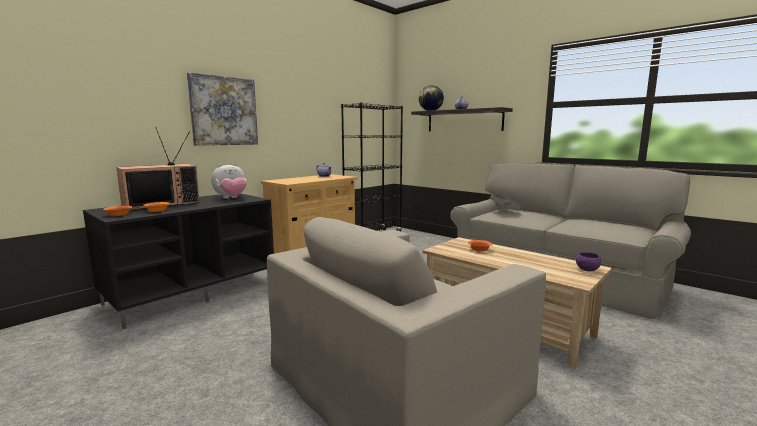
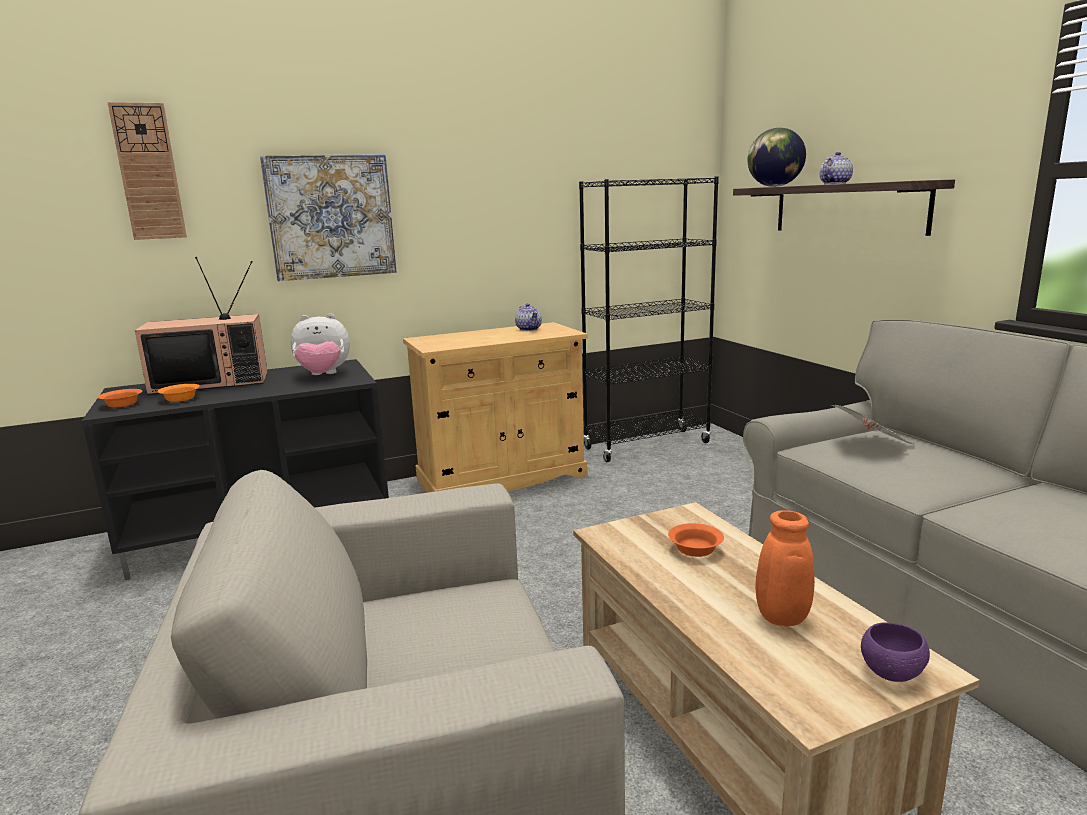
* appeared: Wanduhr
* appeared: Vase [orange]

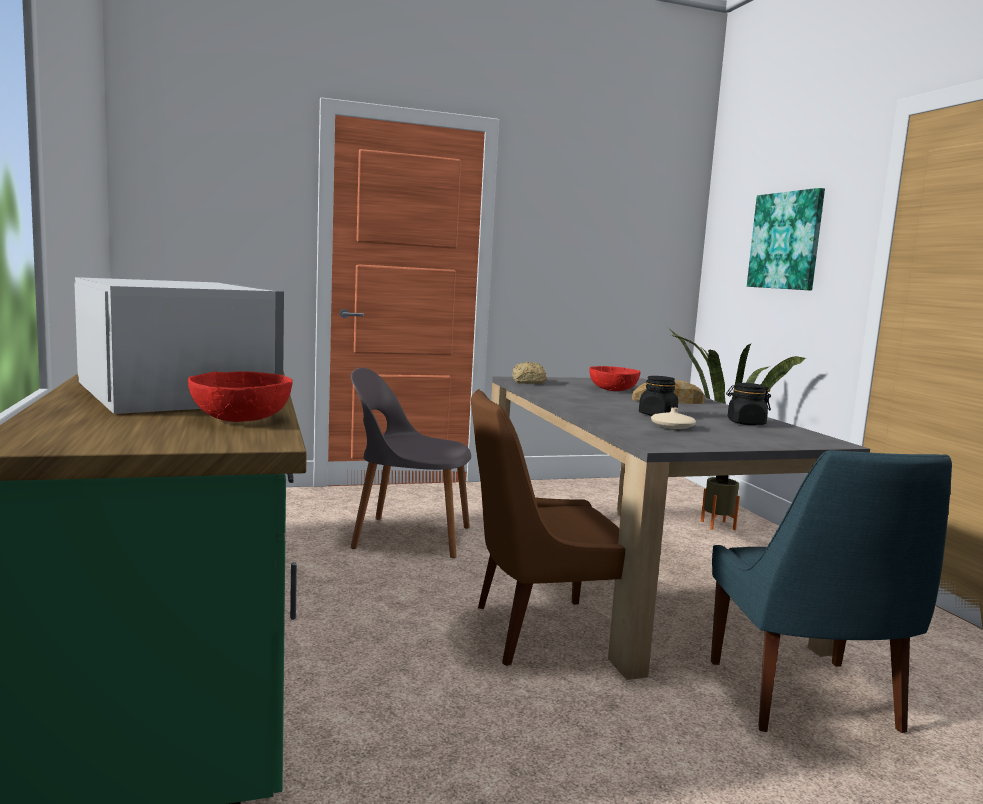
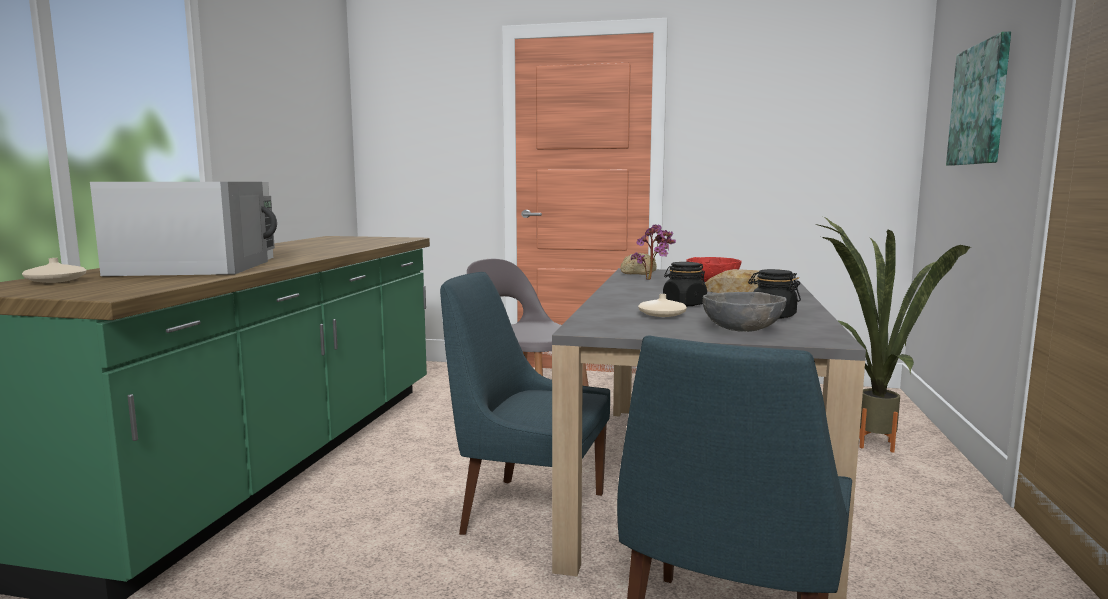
* missing: Schüssel [rot] (no. 1 from left)
* colour: Stuhl [braun] to Stuhl [blau] (no. 1 from left)
* appeared: Topfpflanze (no. 1 from left)
* appeared: Vase [beige] (no. 1 from left)
* appeared: Schüssel [grau]

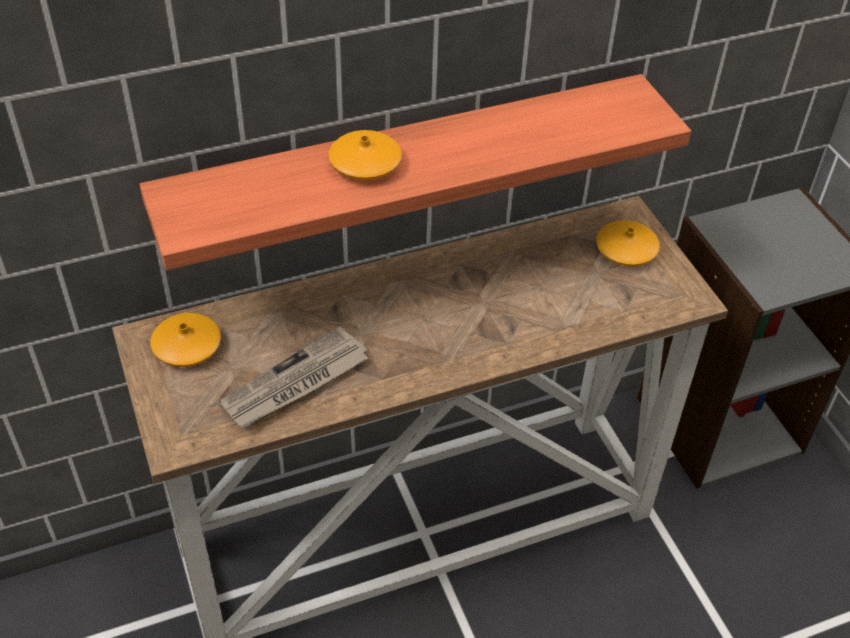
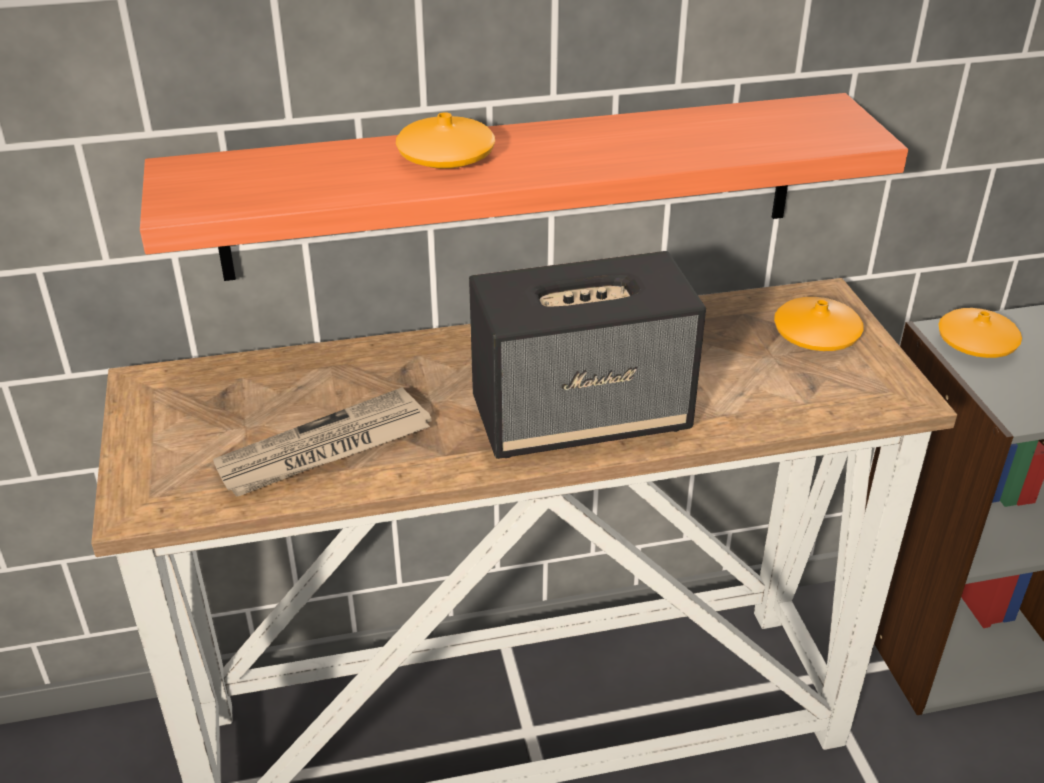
* relocated: Vase [orange] (no. 1 from left in the first image) to Vase [orange] (no. 3 from left)
* appeared: Lautsprecher

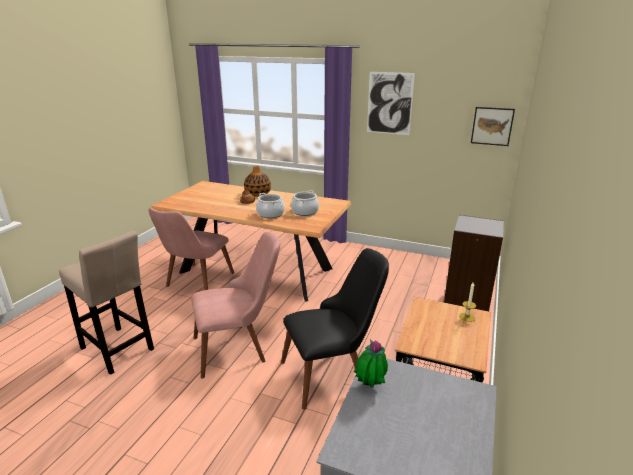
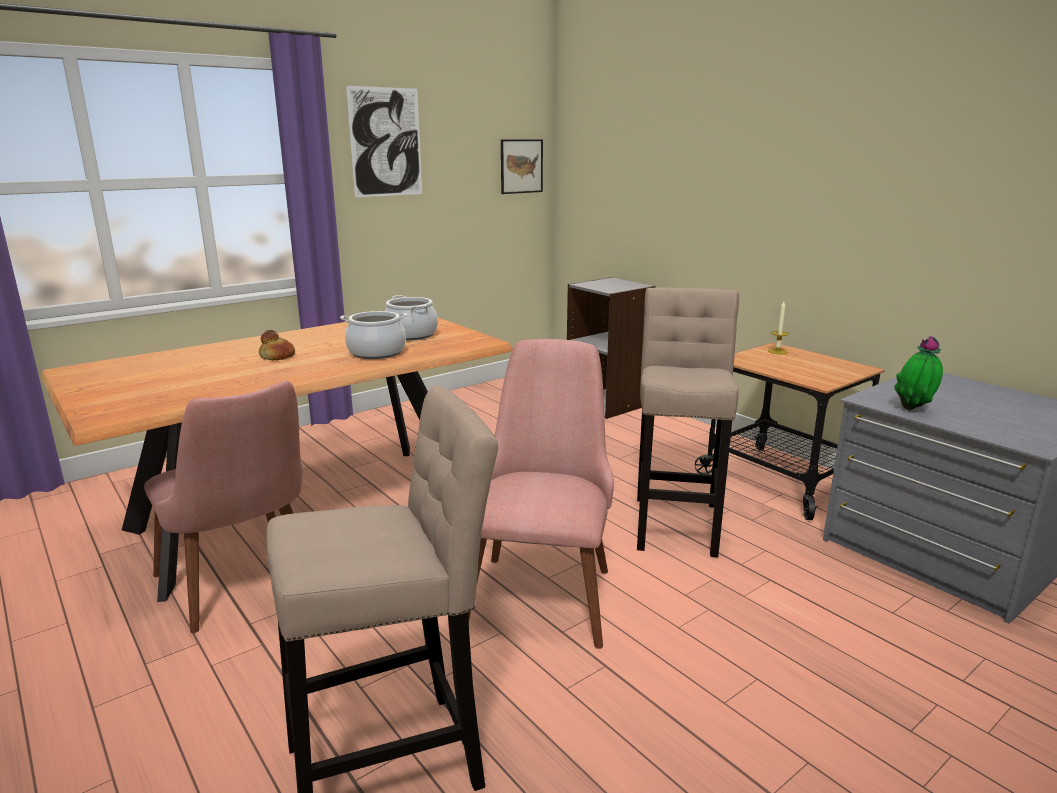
* missing: Vase
* exchanged: Stuhl [schwarz] to Hocker [beige] (no. 2 from left)

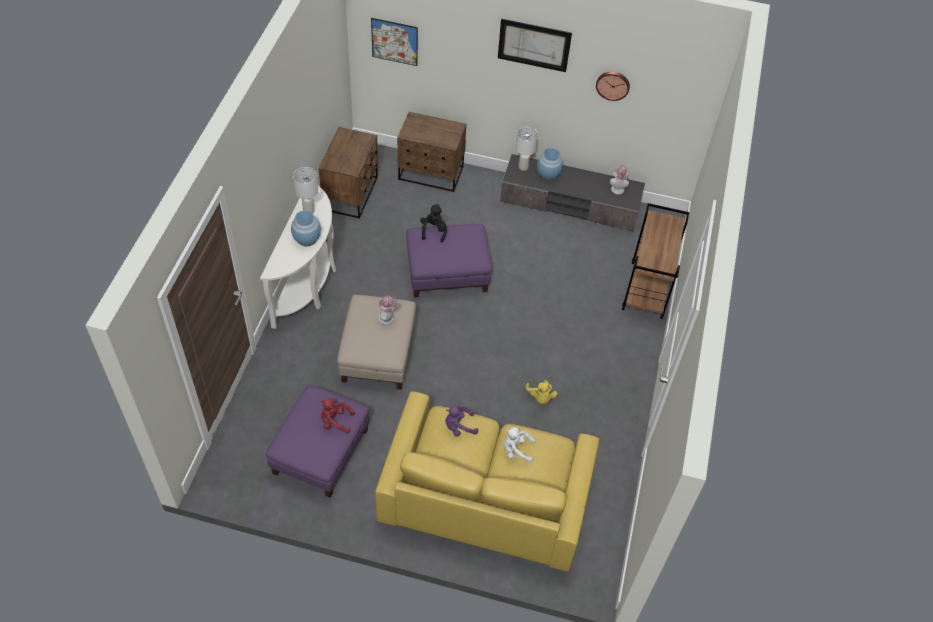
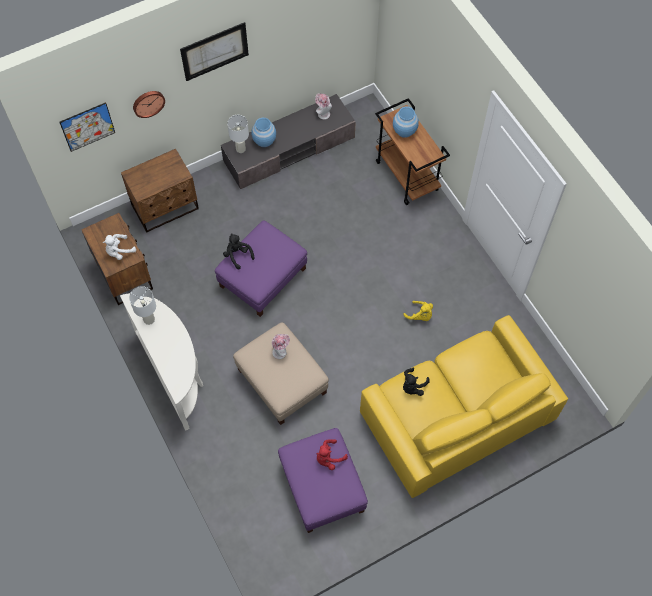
* relocated: Wanduhr
* relocated: Vase [blau] (no. 1 from left in the first image) to Vase [blau] (no. 2 from left)
* colour: Plüschtier [lila] to Plüschtier [schwarz] (no. 2 from left)
* relocated: Plüschtier [weiß]

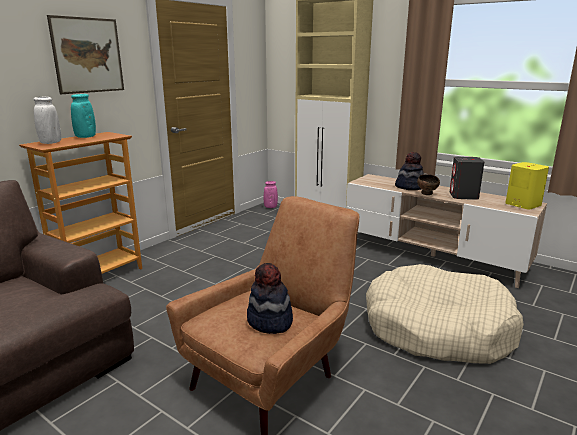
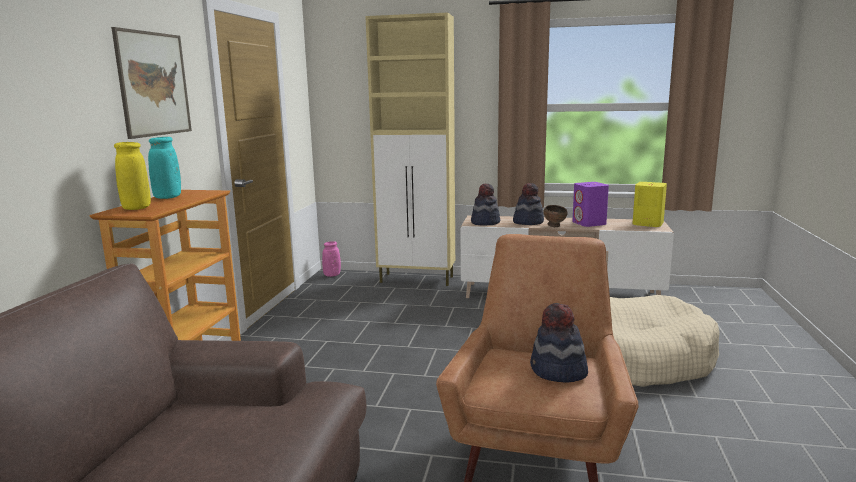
* colour: Vase [weiß] to Vase [gelb]
* colour: Lautsprecher [grau] to Lautsprecher [lila]
* appeared: Hut (no. 1 from left)

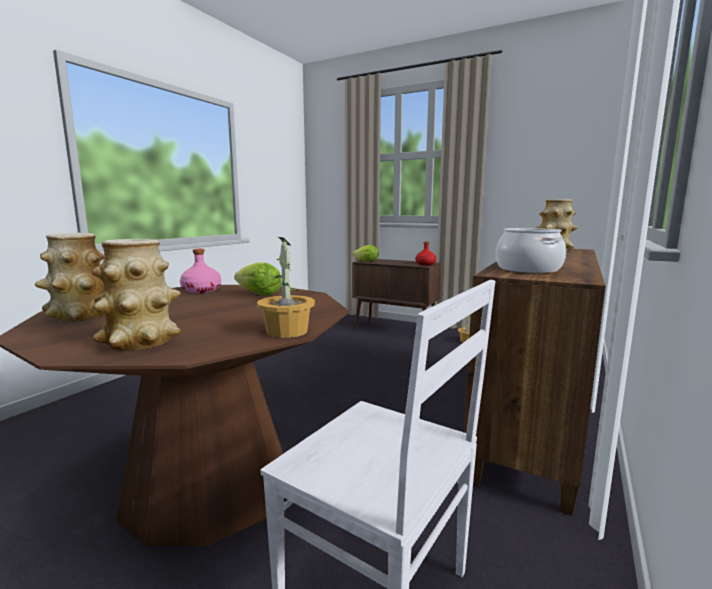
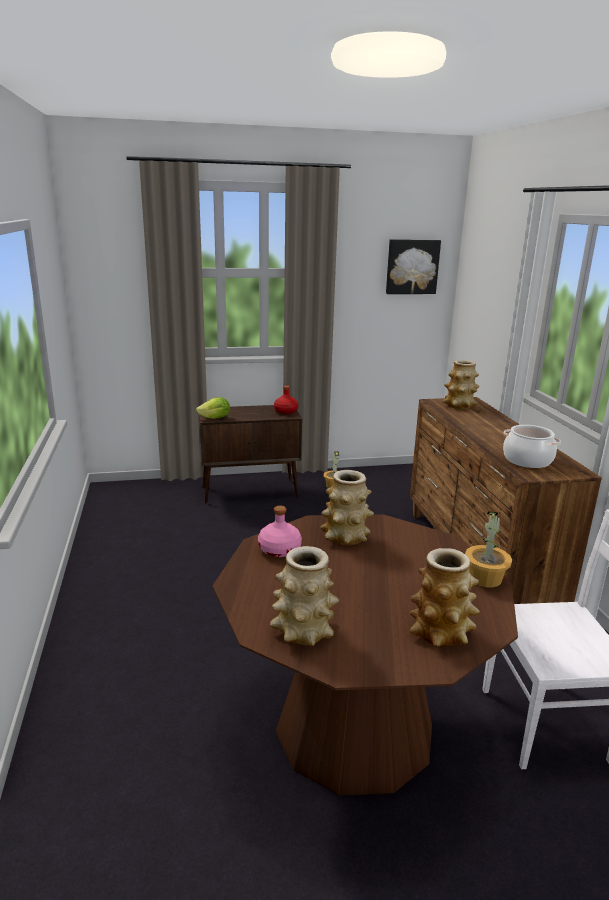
* exchanged: Salatkopf (no. 1 from left) to Vase (no. 2 from left)
* appeared: Bild

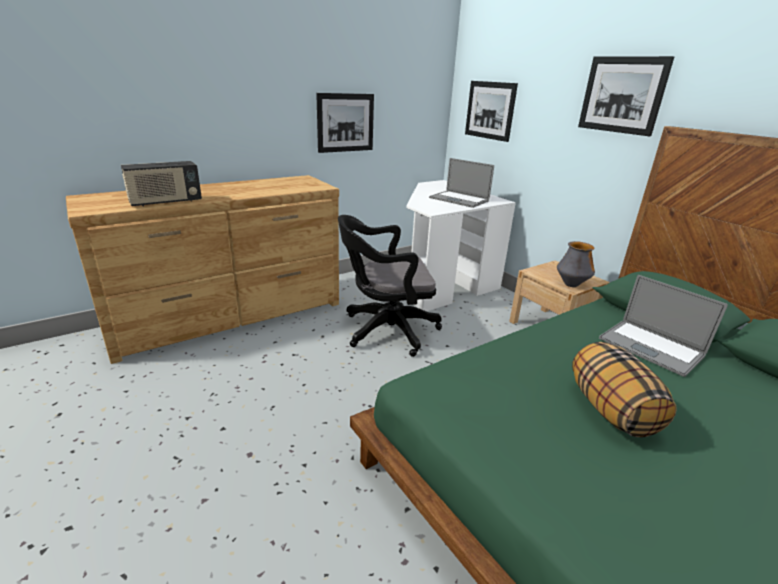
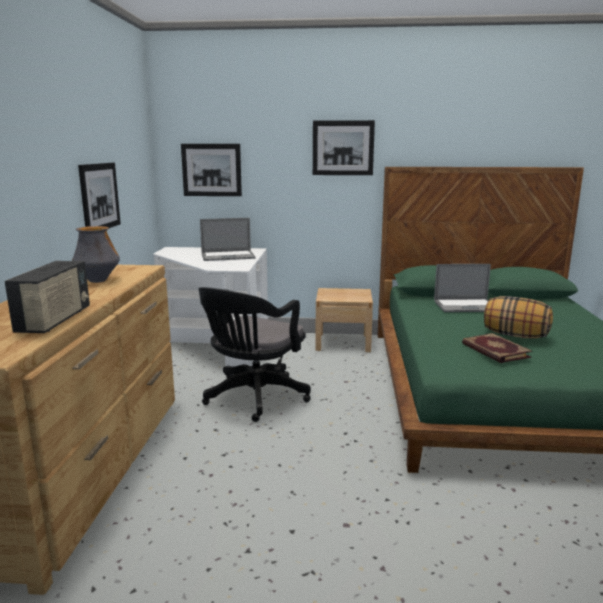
* relocated: Vase
* appeared: Buch

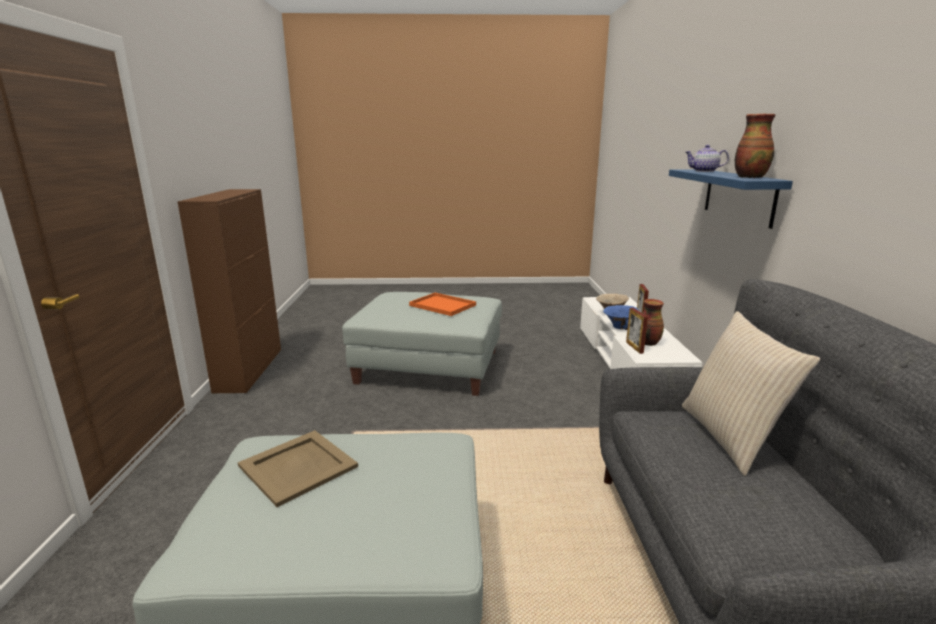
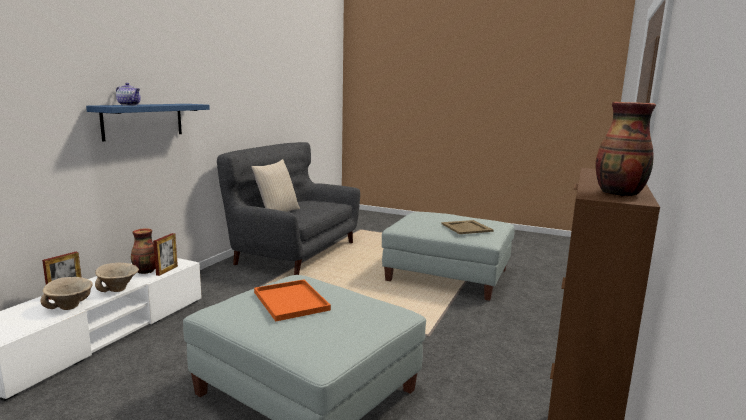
* relocated: Vase (no. 2 from left)
* colour: Schüssel [blau] to Schüssel [beige] (no. 2 from left)

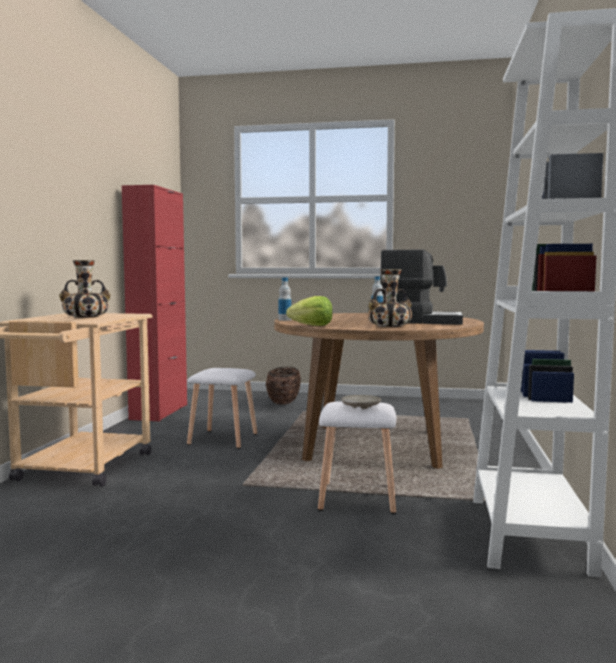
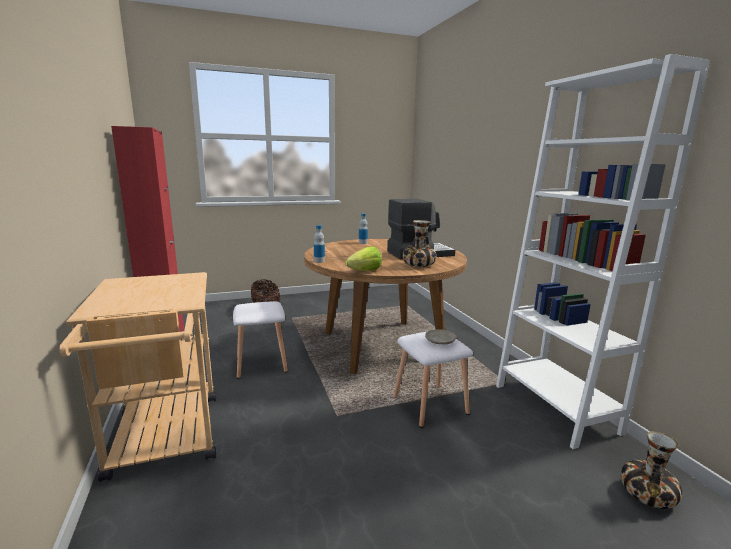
* relocated: Vase (no. 1 from left in the first image) to Vase (no. 2 from left)

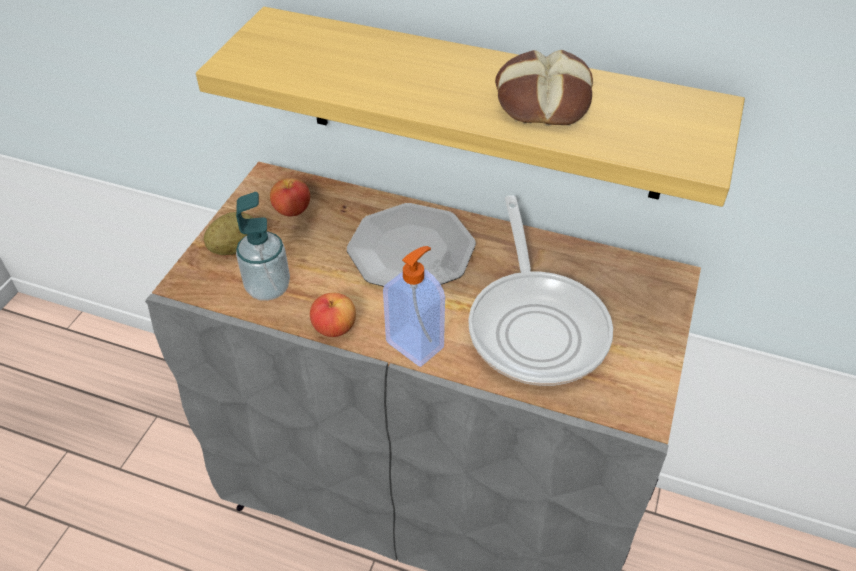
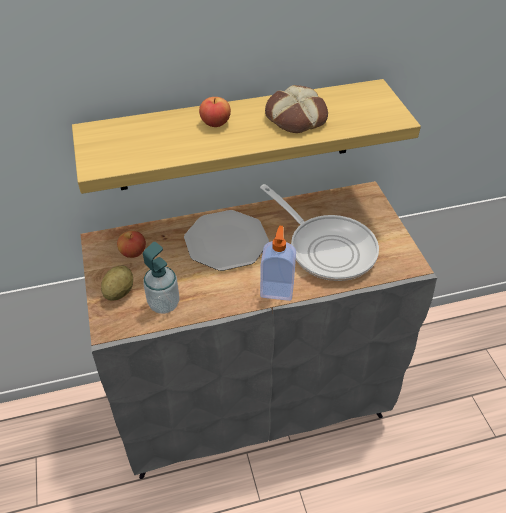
* relocated: Apfel (no. 2 from left)

